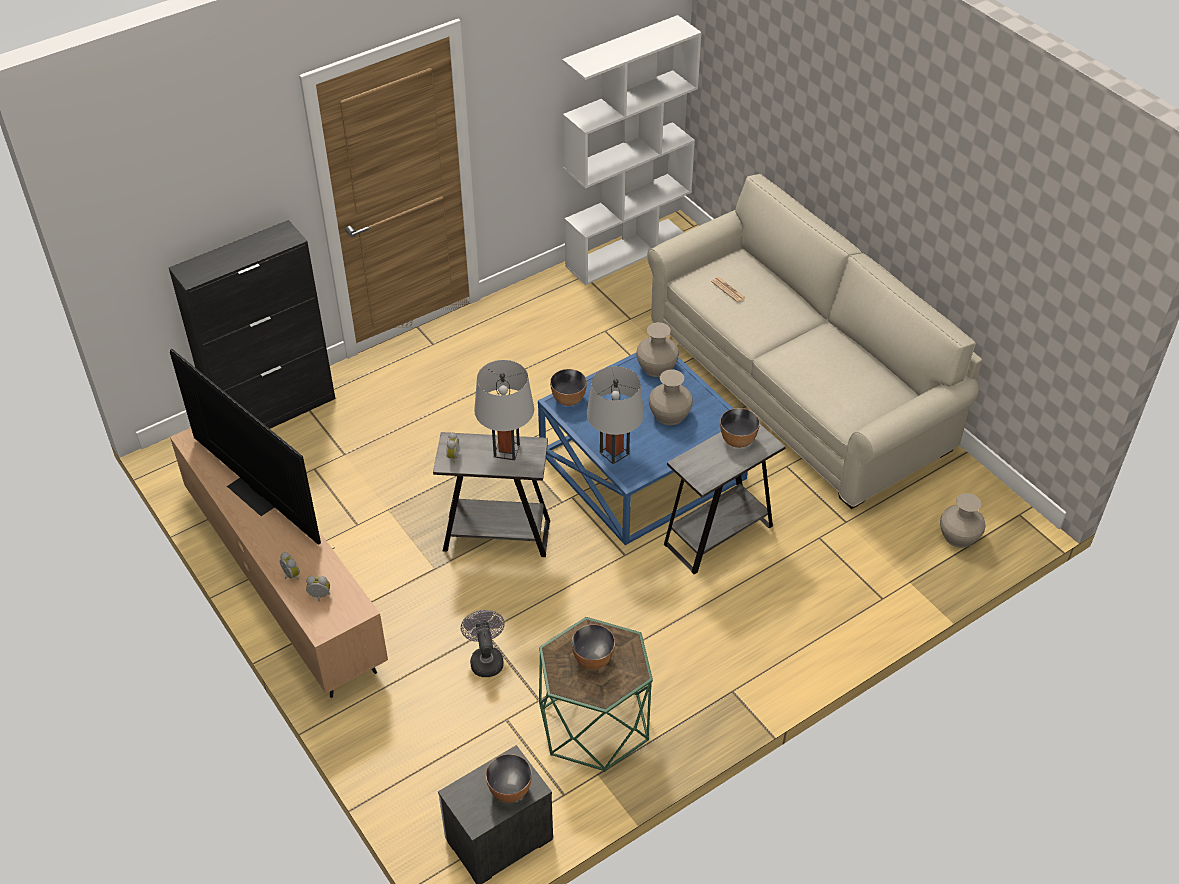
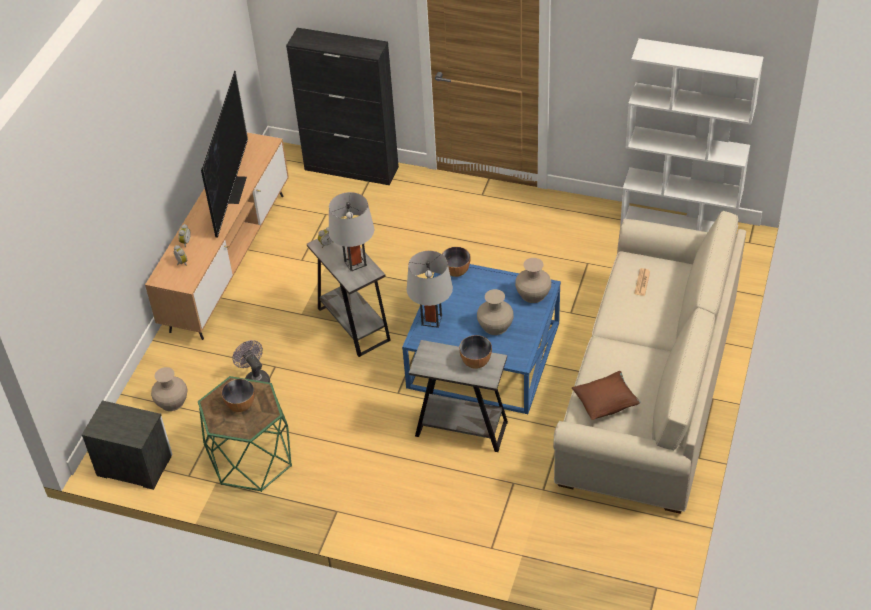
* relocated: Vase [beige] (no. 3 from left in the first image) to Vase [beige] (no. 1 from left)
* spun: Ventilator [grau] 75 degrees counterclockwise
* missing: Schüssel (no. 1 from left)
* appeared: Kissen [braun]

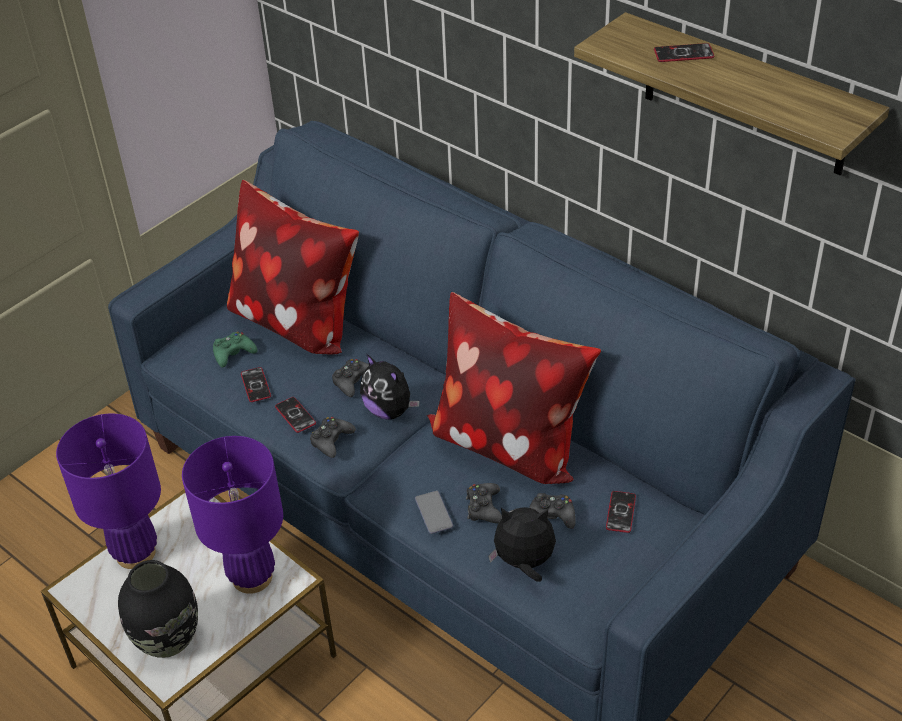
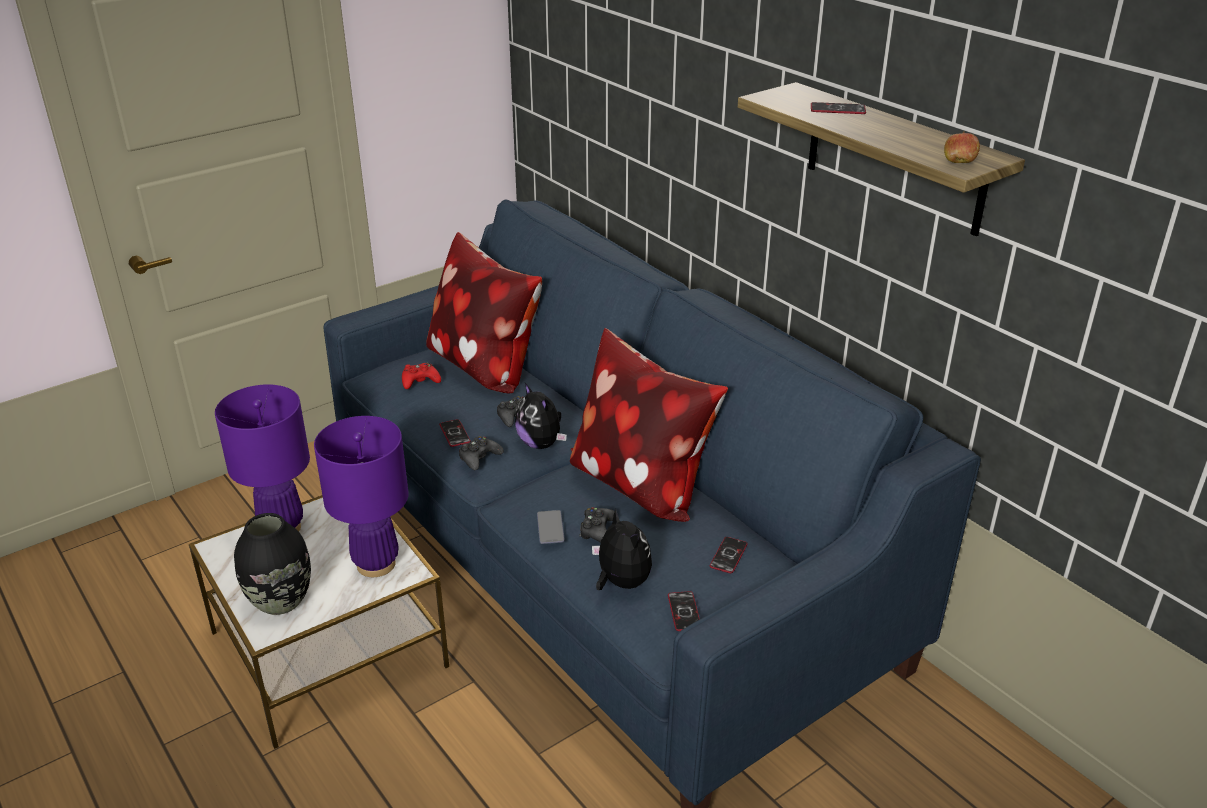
* colour: Gamepad [grün] to Gamepad [rot]
* relocated: Handy (no. 1 from left in the first image) to Handy (no. 3 from left)
* missing: Gamepad [schwarz] (no. 4 from left)
* spun: Plüschtier (no. 2 from left) 45 degrees clockwise
* appeared: Apfel

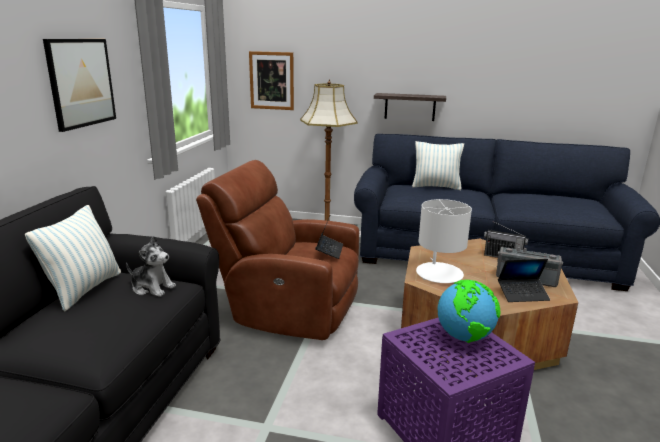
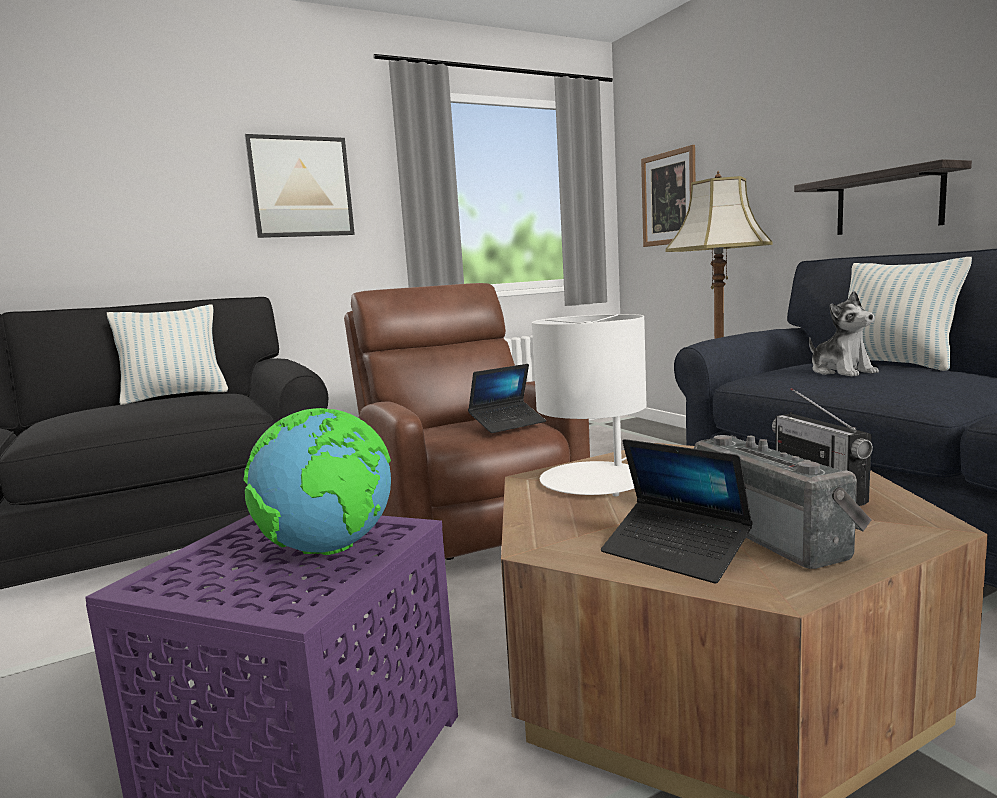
* relocated: Plüschtier

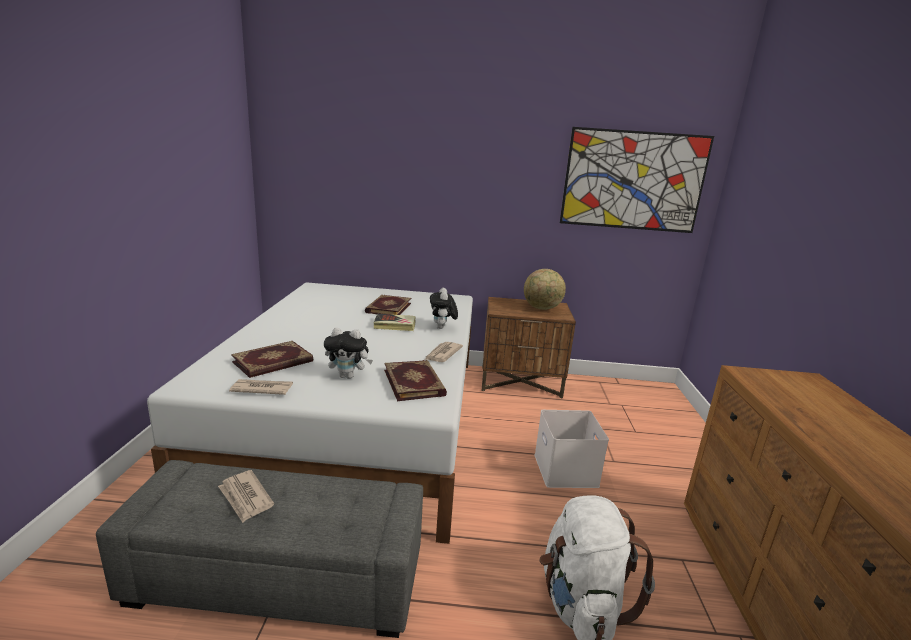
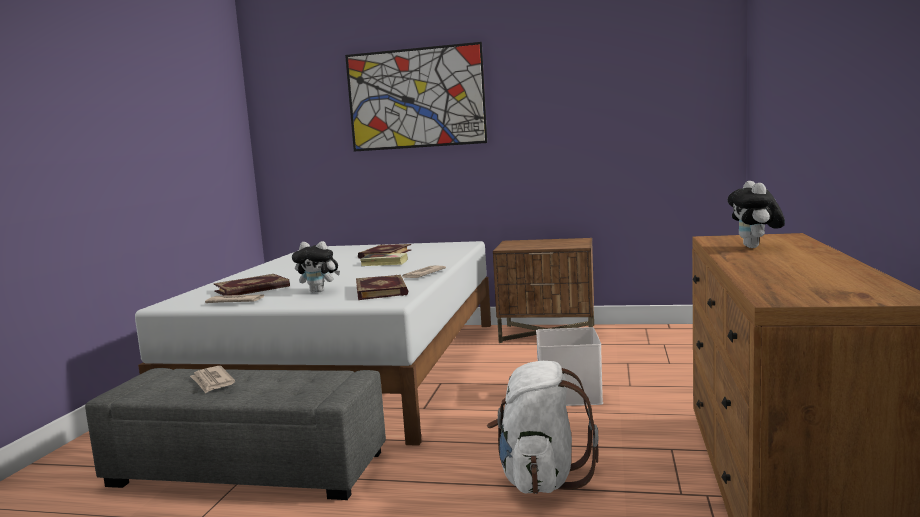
* relocated: Bild
* missing: Globus
* relocated: Plüschtier (no. 2 from left)

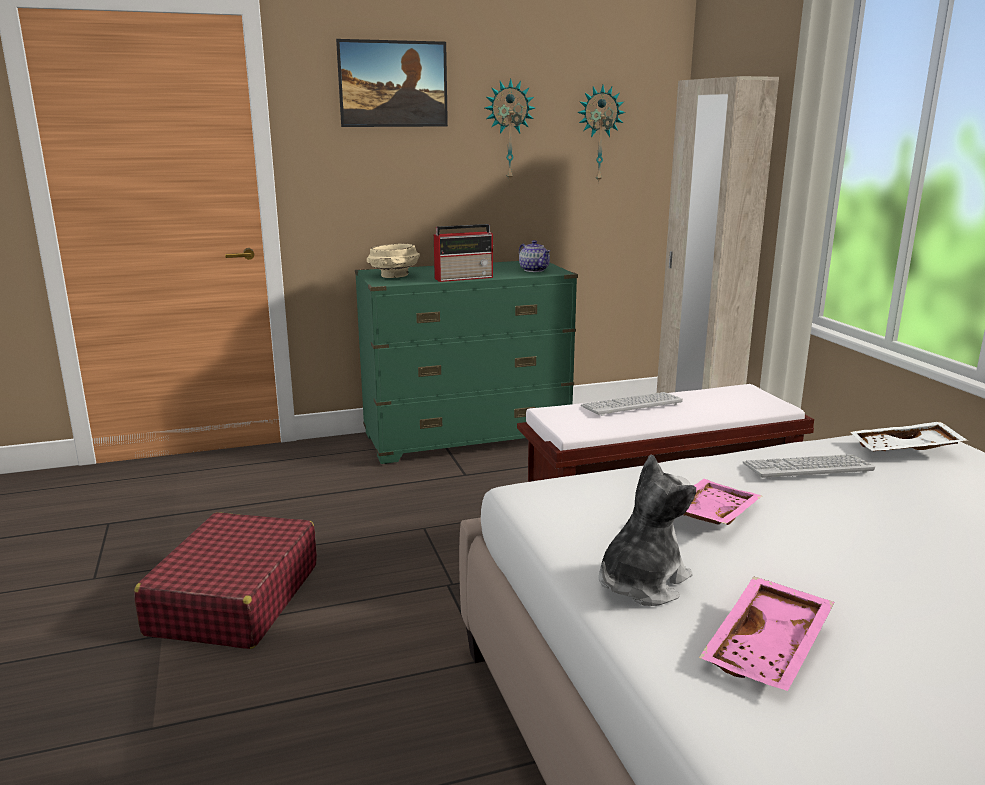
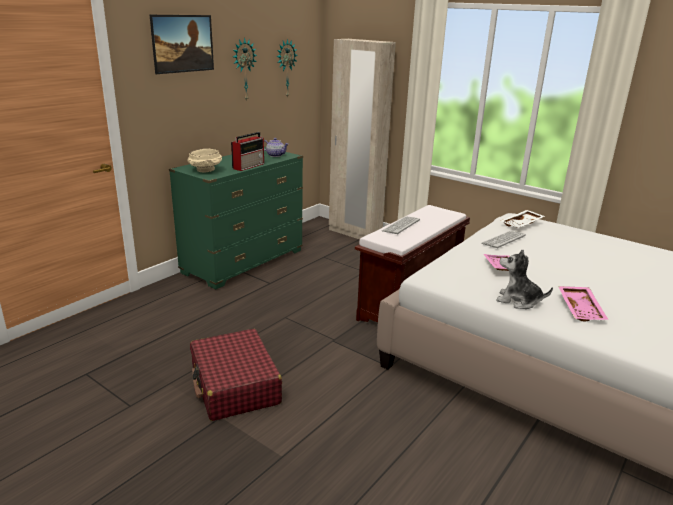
* spun: Plüschtier 75 degrees counterclockwise

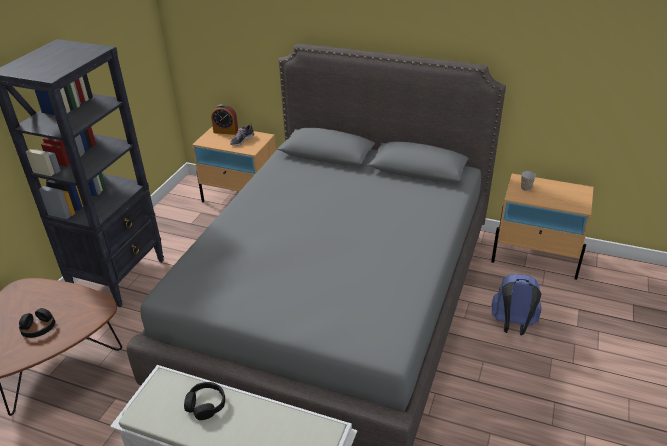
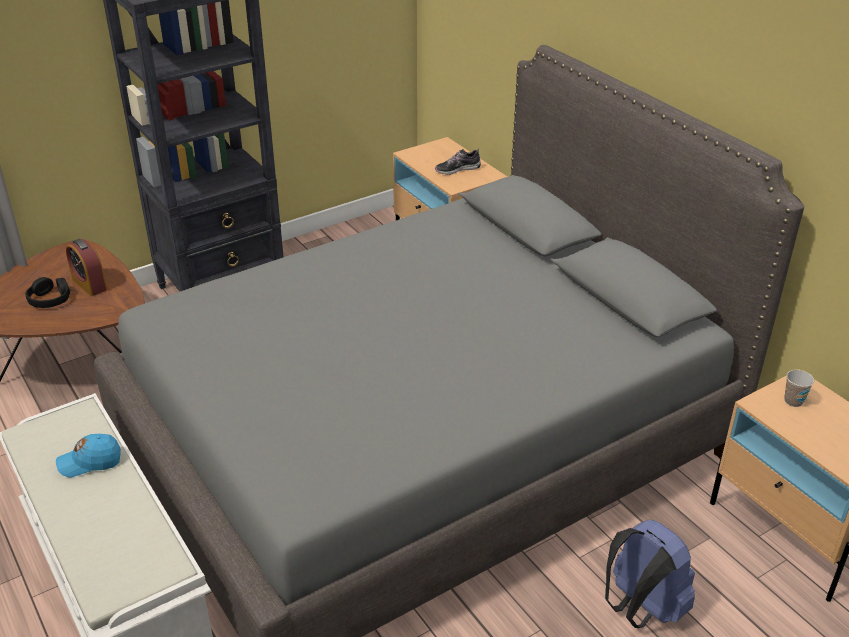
* relocated: Wecker
* exchanged: Kopfhörer [schwarz] (no. 2 from left) to Kappe [blau]

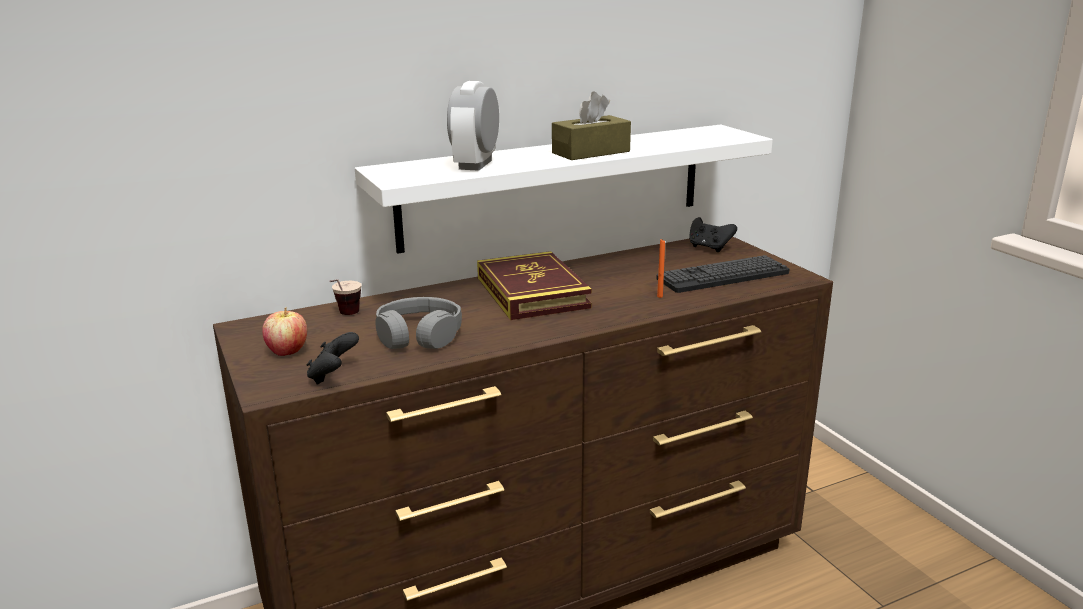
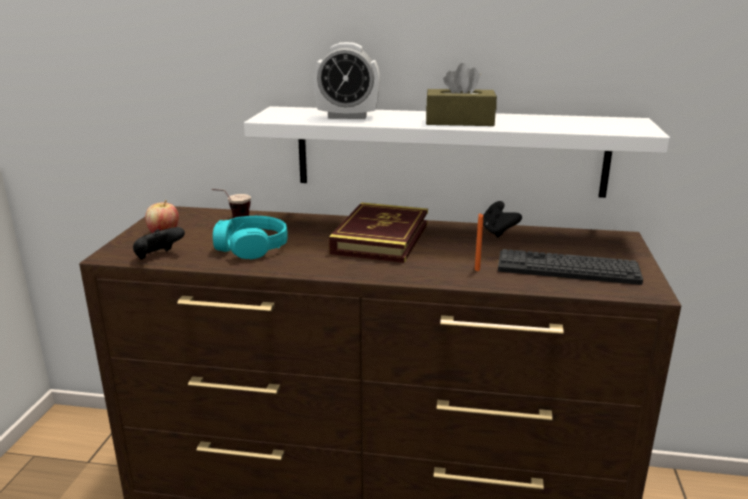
* spun: Wecker 135 degrees counterclockwise
* relocated: Gamepad [schwarz] (no. 2 from left)
* colour: Kopfhörer [grau] to Kopfhörer [türkis]

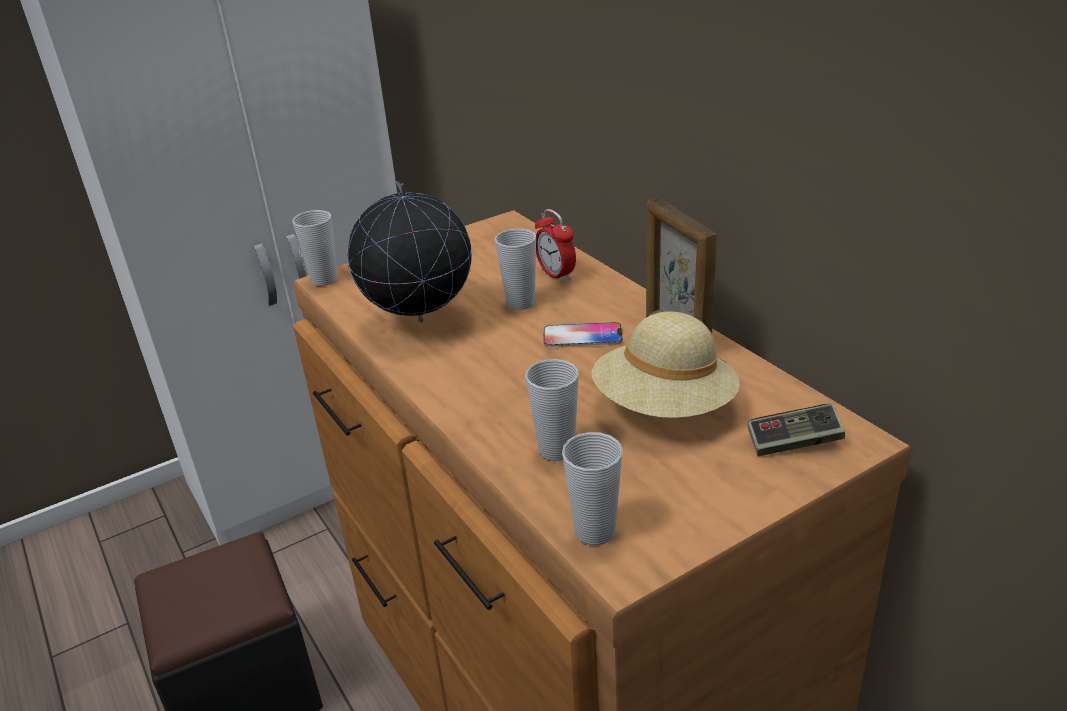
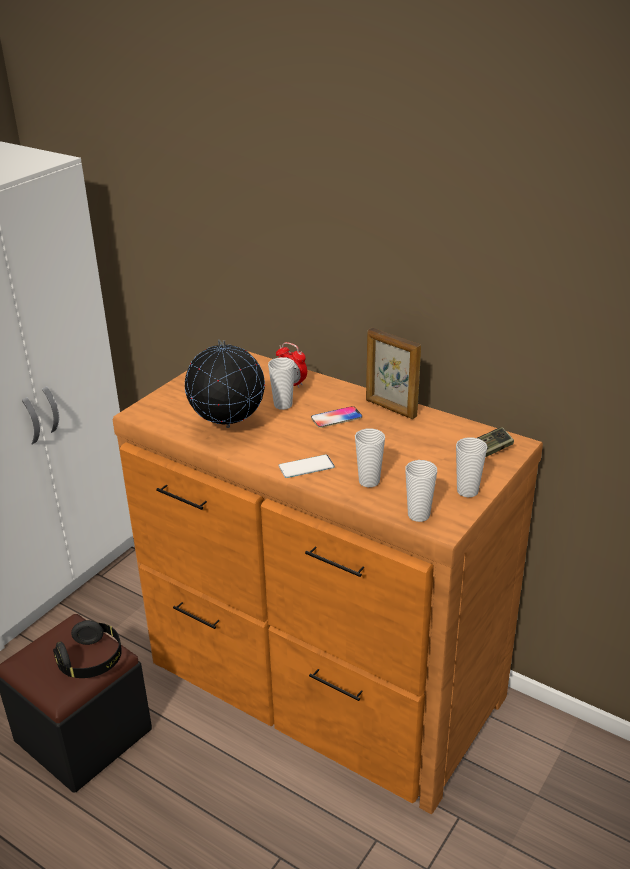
* relocated: Tasse (no. 1 from left in the first image) to Tasse (no. 4 from left)
* missing: Hut [beige]
* appeared: Handy (no. 1 from left)
* appeared: Kopfhörer [schwarz]

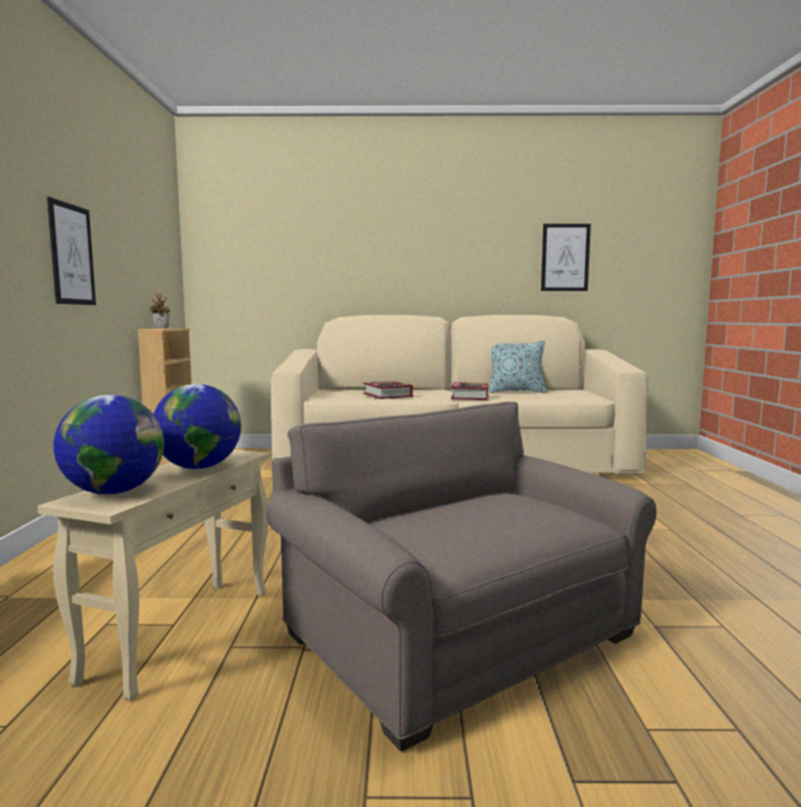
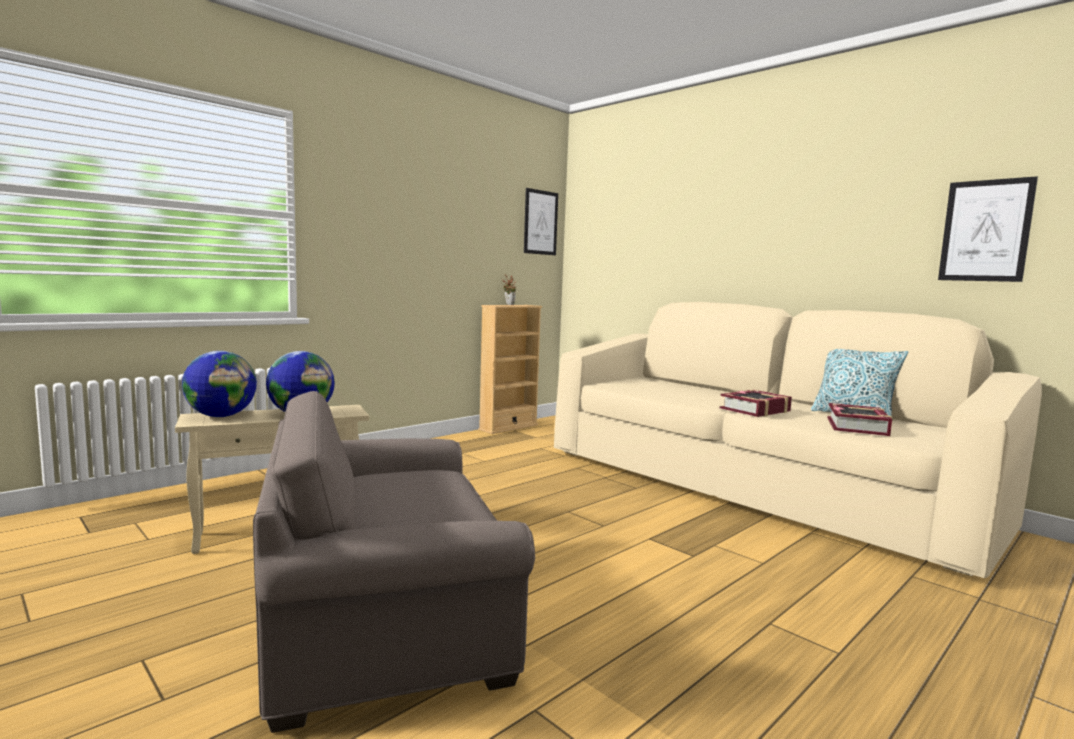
* relocated: Bild (no. 1 from left)
* relocated: Buch (no. 1 from left in the first image) to Buch (no. 2 from left)
* spun: Sessel [grau] 120 degrees counterclockwise

